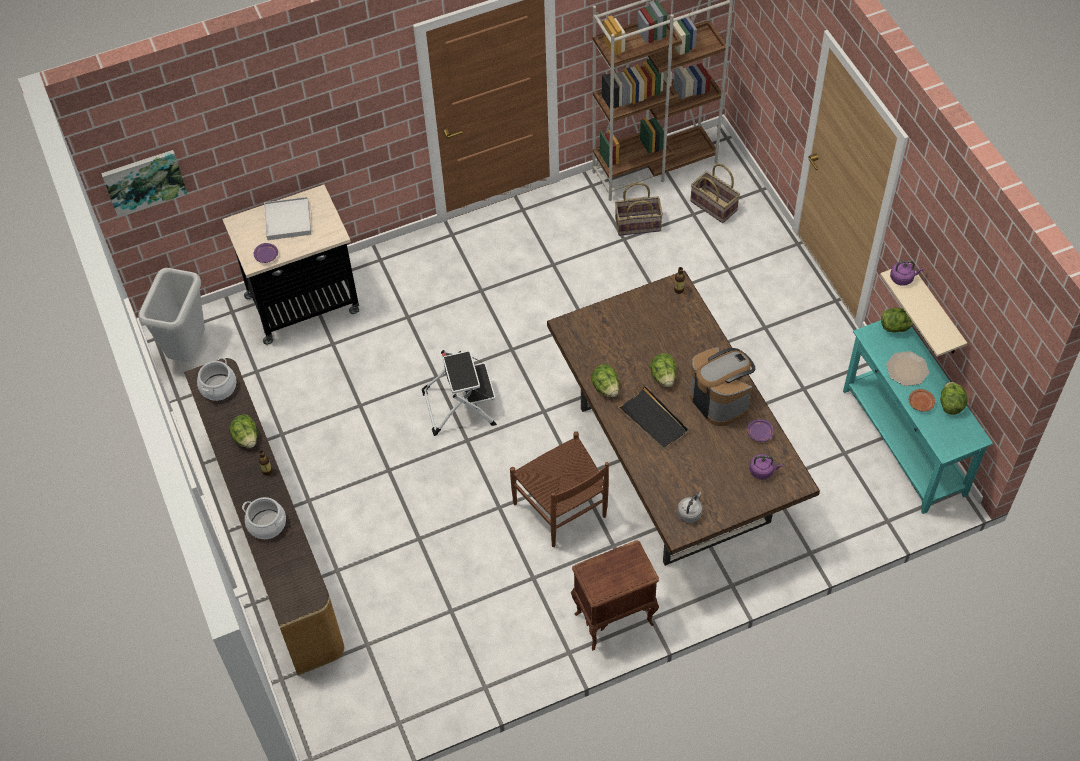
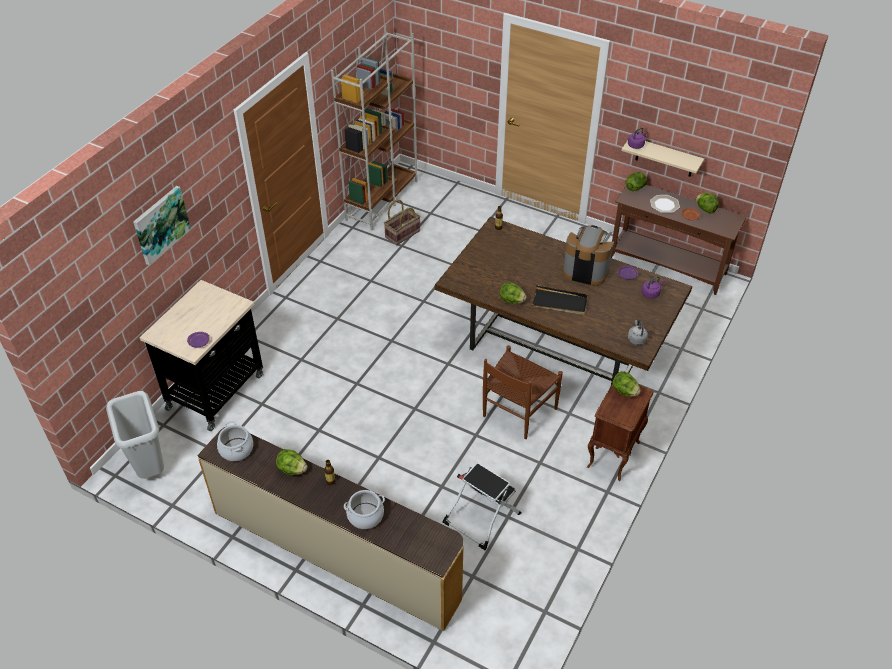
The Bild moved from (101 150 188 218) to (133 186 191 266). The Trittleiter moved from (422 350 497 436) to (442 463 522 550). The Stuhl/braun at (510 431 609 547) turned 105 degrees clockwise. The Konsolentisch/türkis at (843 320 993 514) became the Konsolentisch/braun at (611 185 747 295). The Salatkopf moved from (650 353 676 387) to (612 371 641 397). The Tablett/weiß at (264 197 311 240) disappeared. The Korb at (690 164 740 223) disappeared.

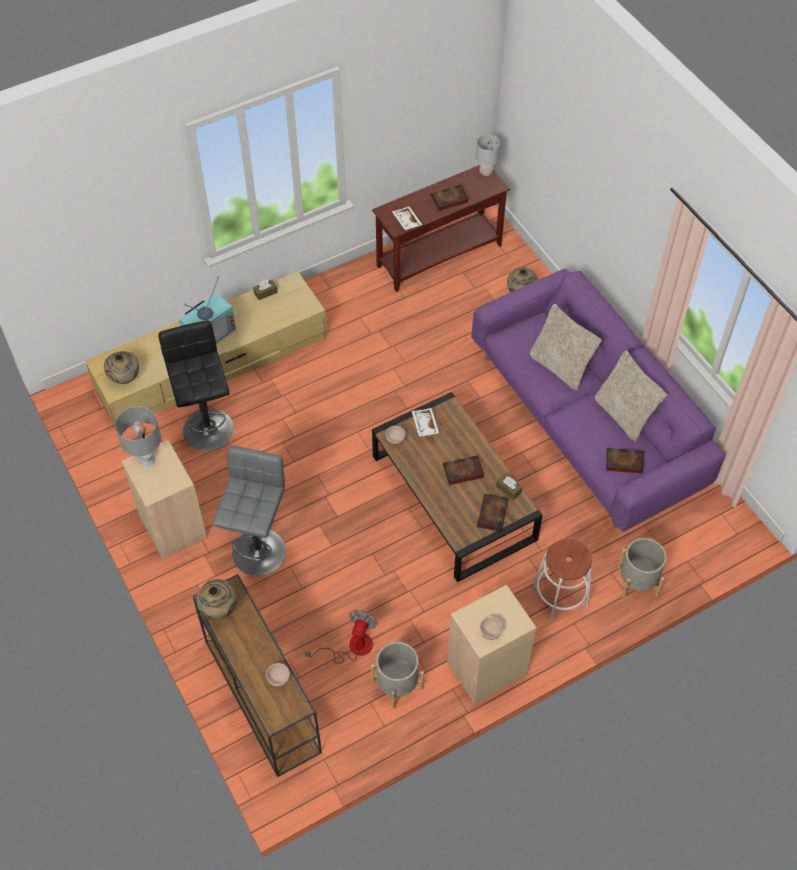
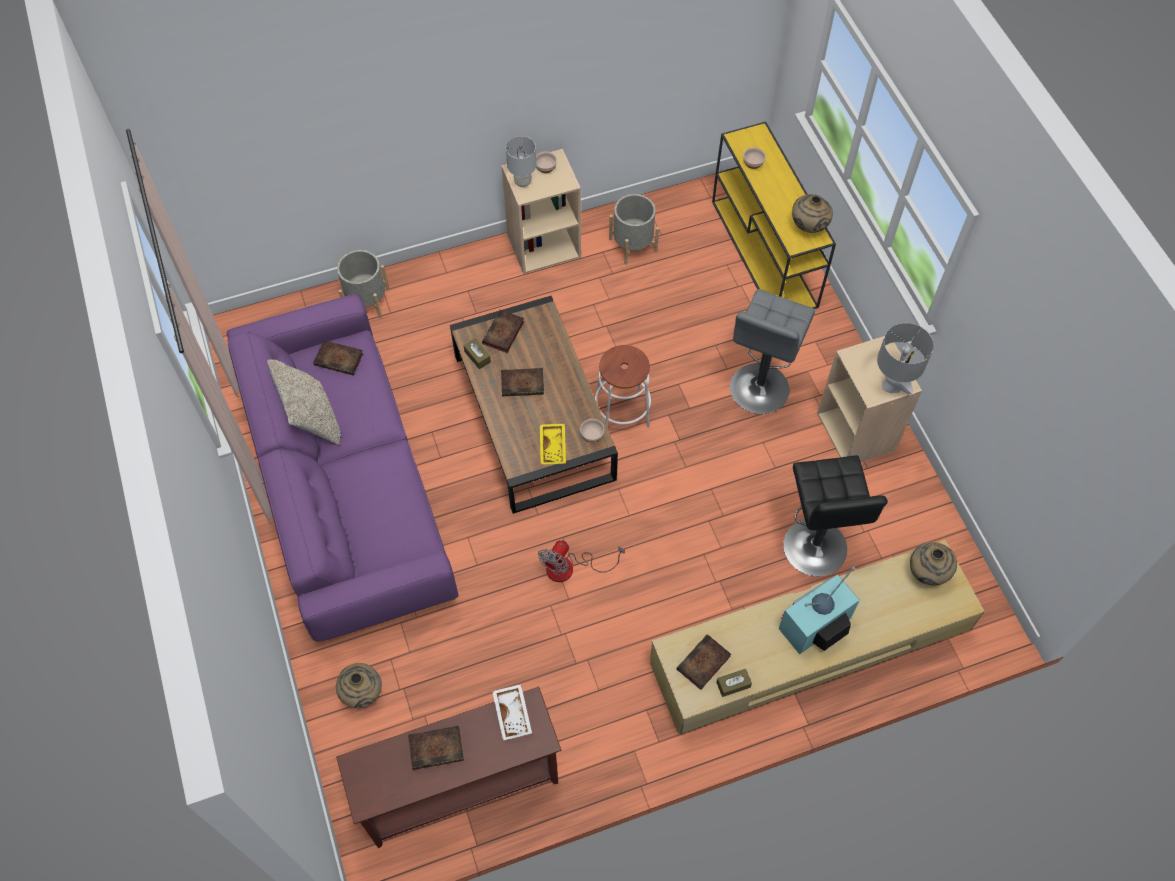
The Tischlampe/grau moved from (476 134 500 176) to (506 136 536 187). The Ventilator moved from (305 610 378 664) to (538 540 625 582). The Tablett/weiß at (412 408 439 437) became the Tablett/gelb at (540 424 566 464). The Hocker/weiß moved from (533 539 592 621) to (595 345 651 428). The Buch at (677 634 731 690) appeared. The Konsolentisch/braun at (193 574 322 777) became the Konsolentisch/gelb at (712 122 836 309). The Kissen/beige at (529 304 602 390) disappeared.

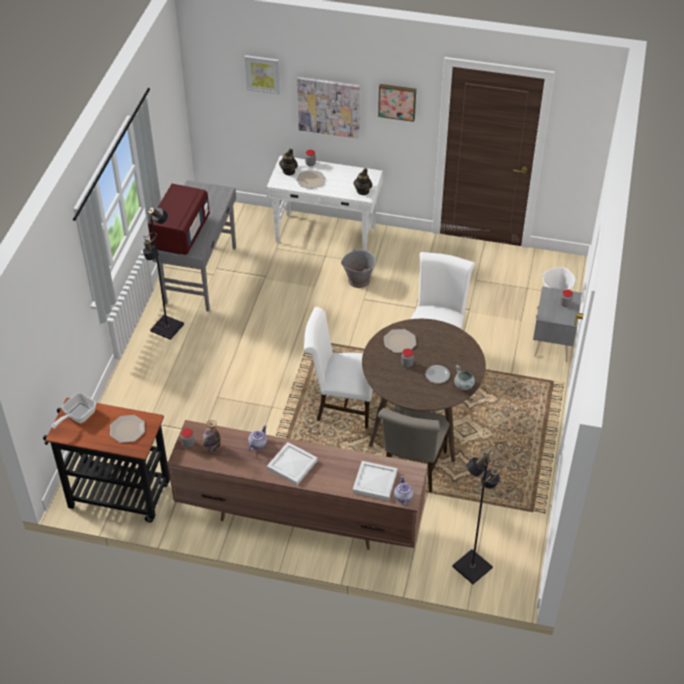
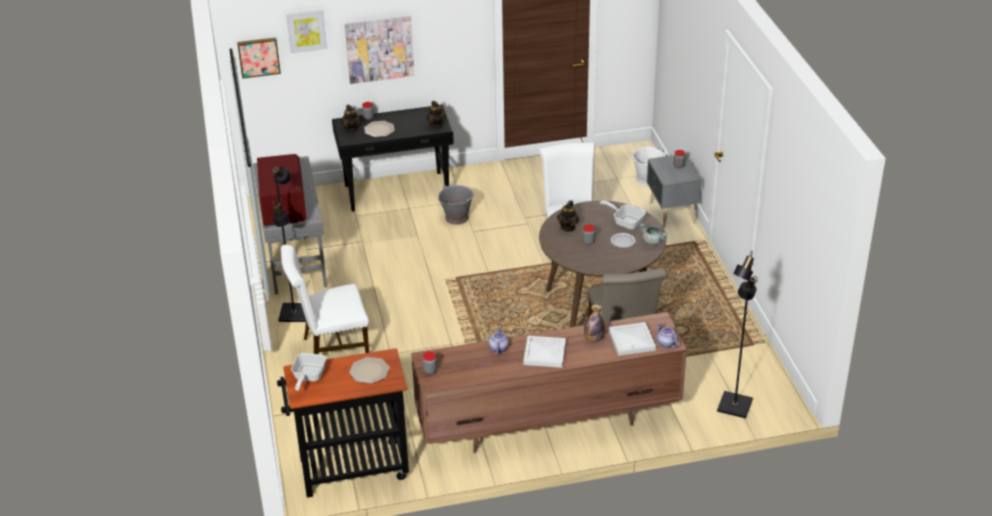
The Bild moved from (378 84 416 122) to (237 38 281 79). The Stuhl/weiß moved from (304 307 373 429) to (281 245 369 354). The Konsolentisch/weiß at (266 156 383 251) became the Konsolentisch/schwarz at (332 105 454 212). The Teller at (384 329 416 353) was replaced by the Teekanne at (557 200 579 232). The Flasche moved from (202 420 221 452) to (584 305 605 342). The Pfanne at (600 201 646 230) appeared.

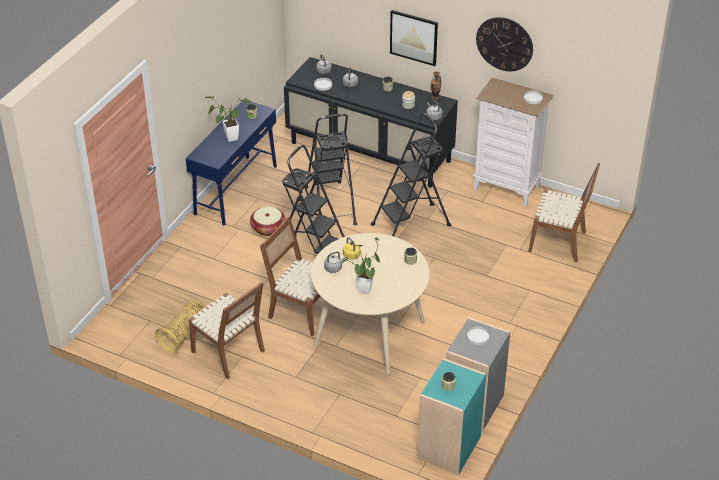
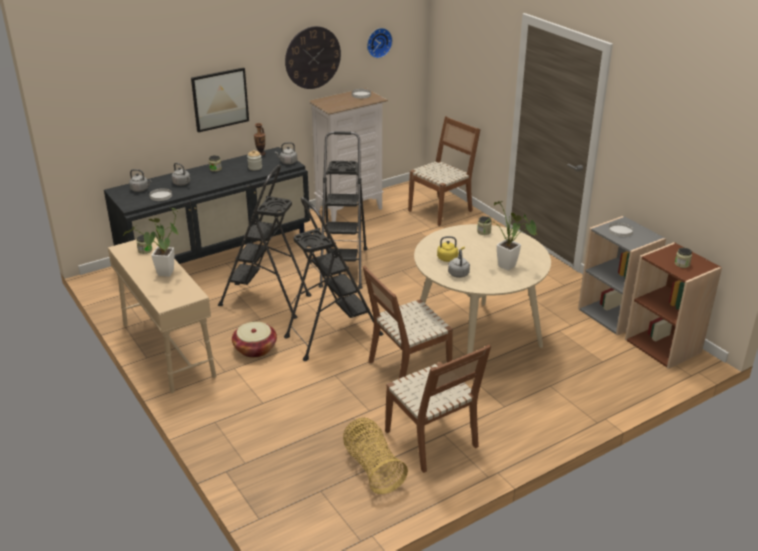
The Konsolentisch/blau at (186 99 277 225) became the Konsolentisch/beige at (108 237 216 393). The Wanduhr at (367 28 393 58) appeared. The Stuhl at (189 281 265 379) turned 75 degrees clockwise. The Bücherregal/türkis at (417 358 486 475) became the Bücherregal/braun at (625 242 722 369).

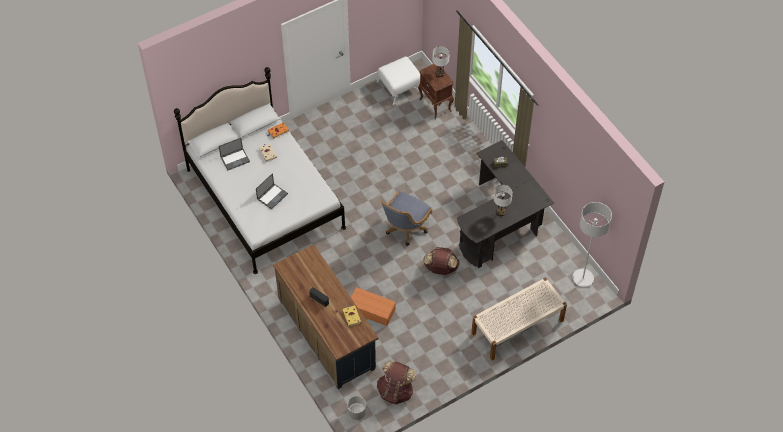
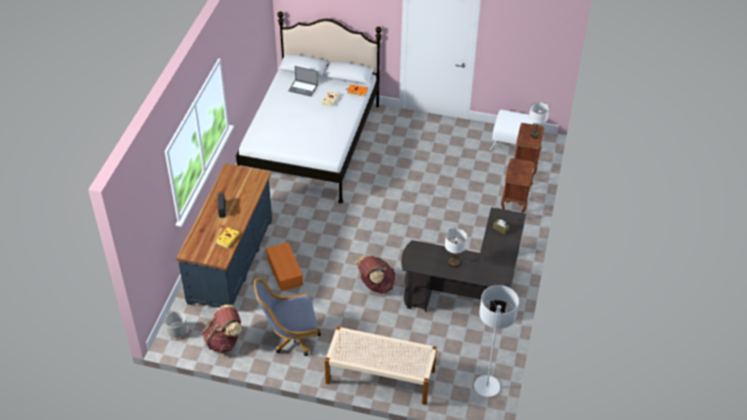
The Bürostuhl/blau moved from (382 192 432 246) to (254 279 321 356). The Nachttisch/braun at (501 158 534 213) appeared. The Laptop at (256 173 288 210) disappeared.

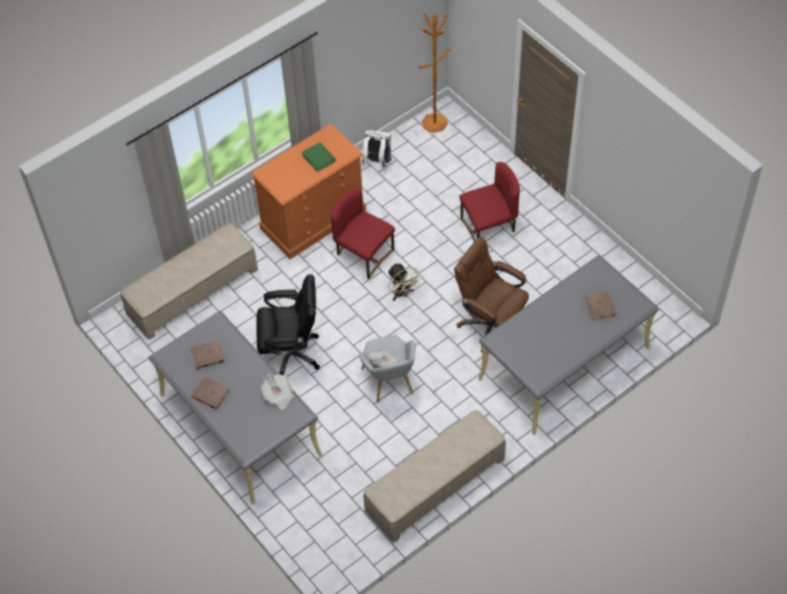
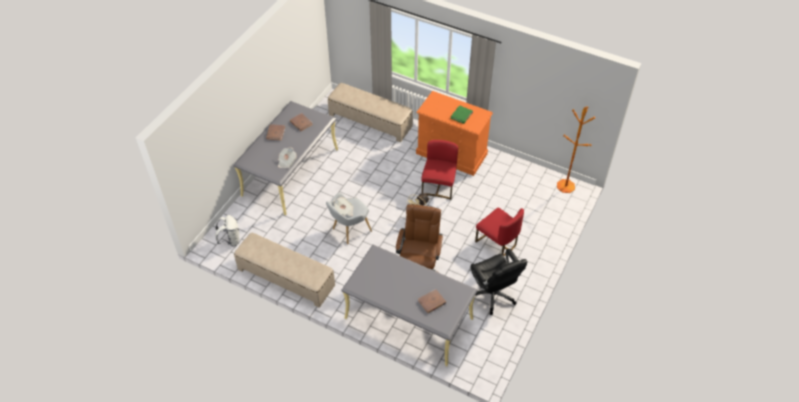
The Rucksack/weiß moved from (361 130 392 169) to (215 215 239 247). The Bürostuhl/schwarz moved from (256 274 320 375) to (470 249 527 315).

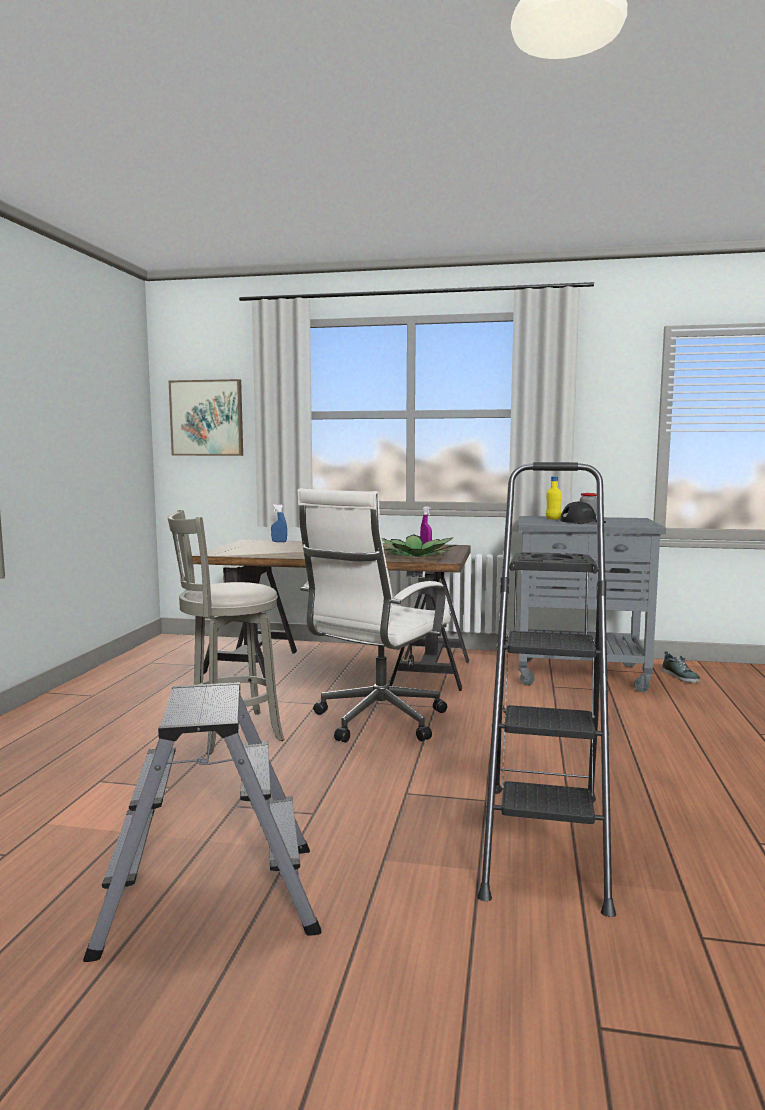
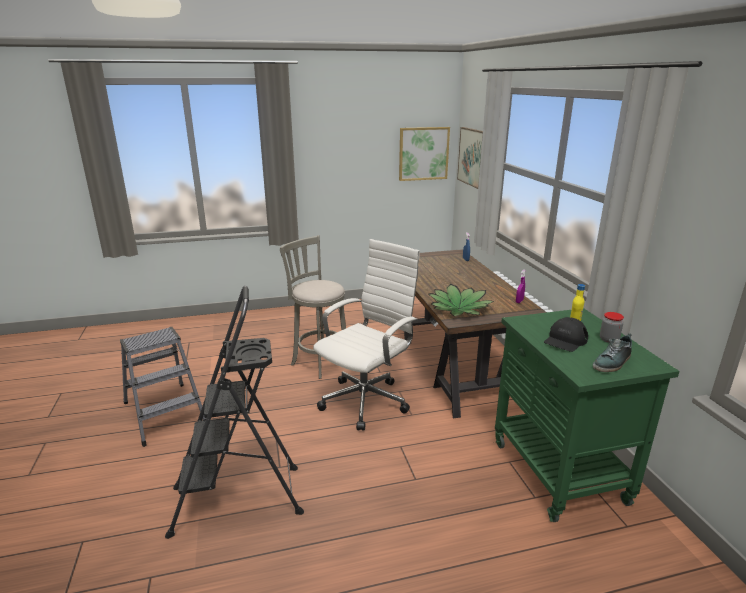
The Bürostuhl/weiß at (297 488 451 742) turned 120 degrees clockwise. The Bild at (399 127 450 181) appeared. The Rollwagen/grau at (518 516 666 692) became the Rollwagen/grün at (495 308 680 522). The Schuh moved from (662 651 700 683) to (593 333 632 372).

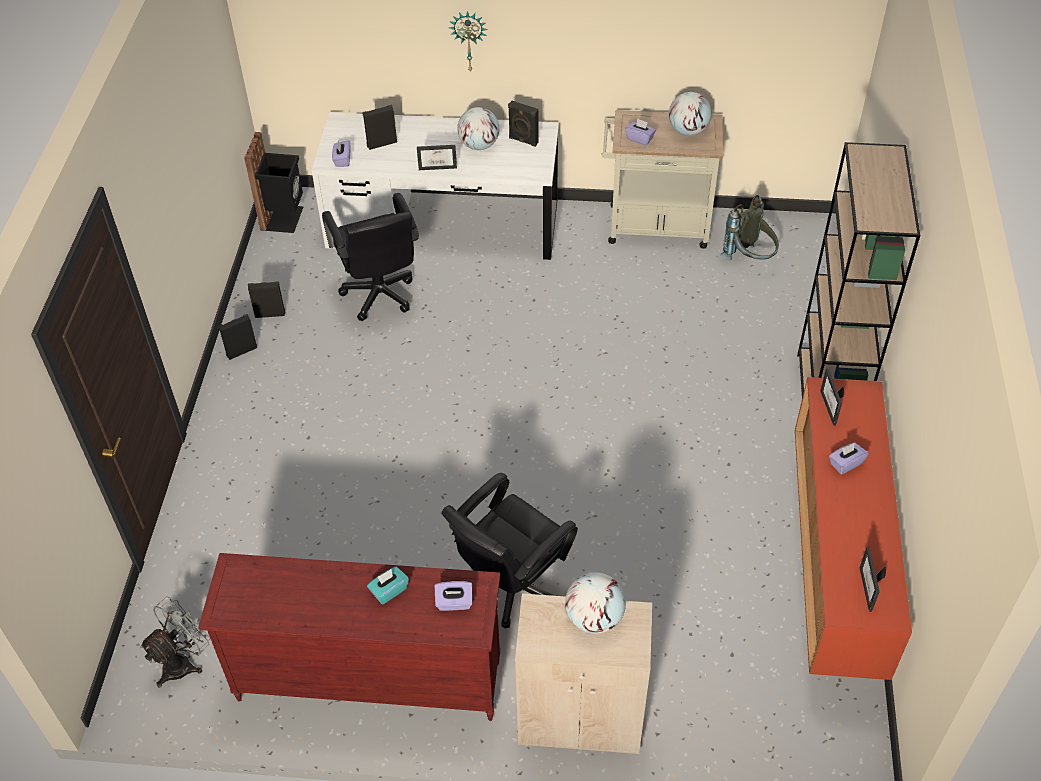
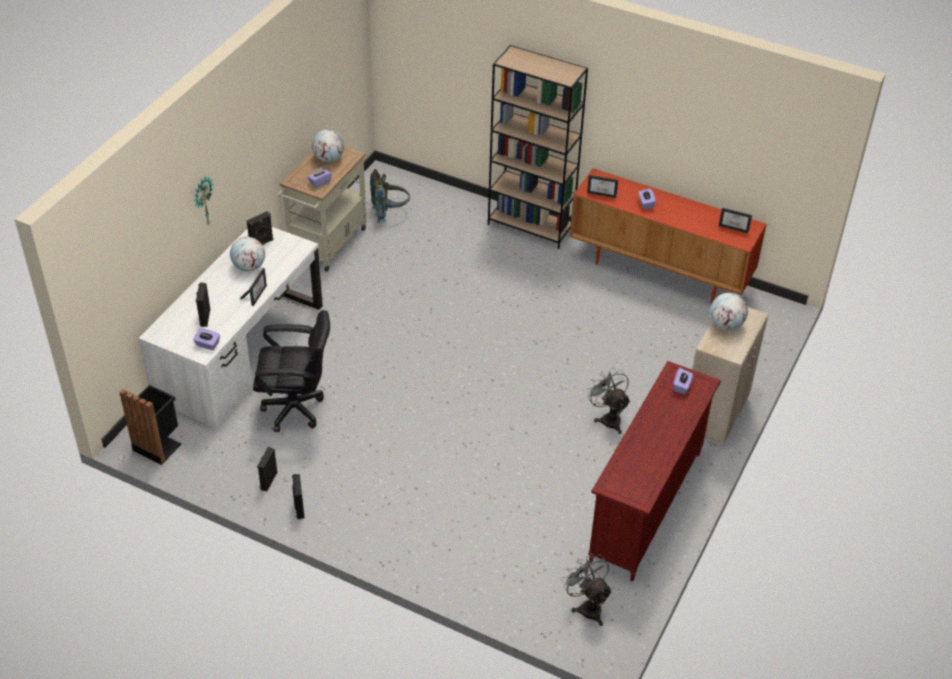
The Bürostuhl/schwarz at (442 473 578 628) was replaced by the Ventilator/grau at (586 369 630 434). The Taschentuchbox/türkis at (367 566 409 604) disappeared.

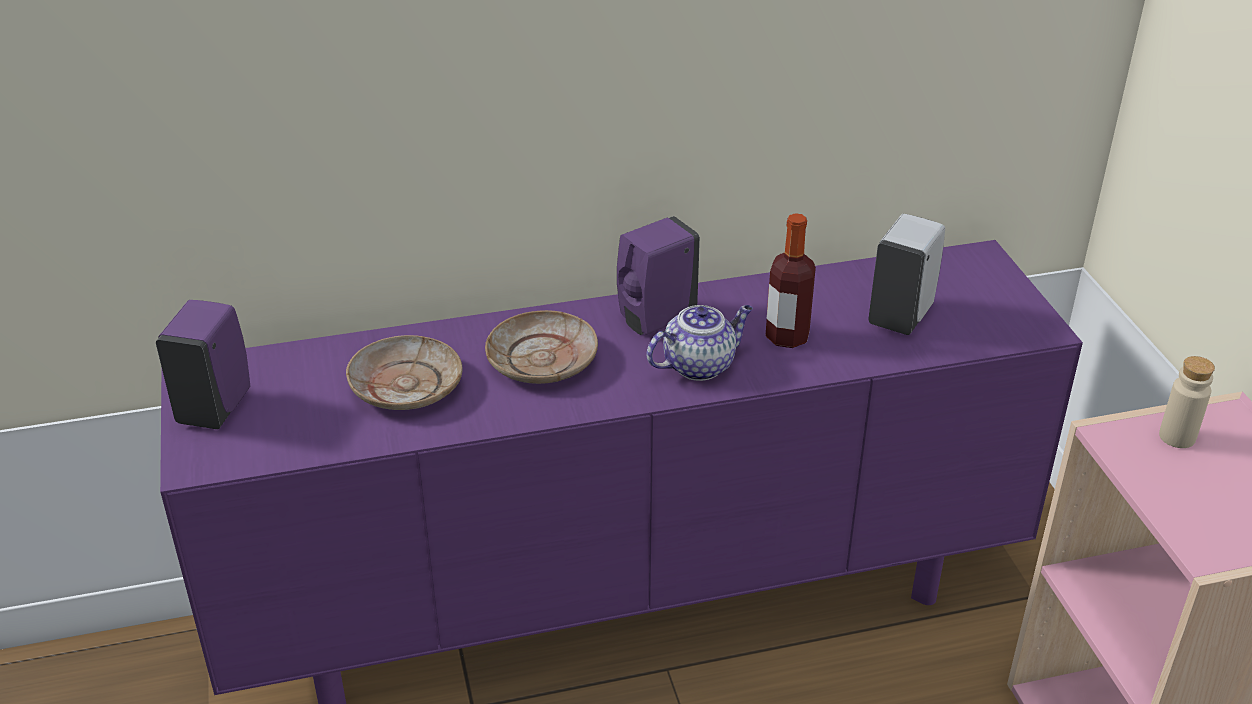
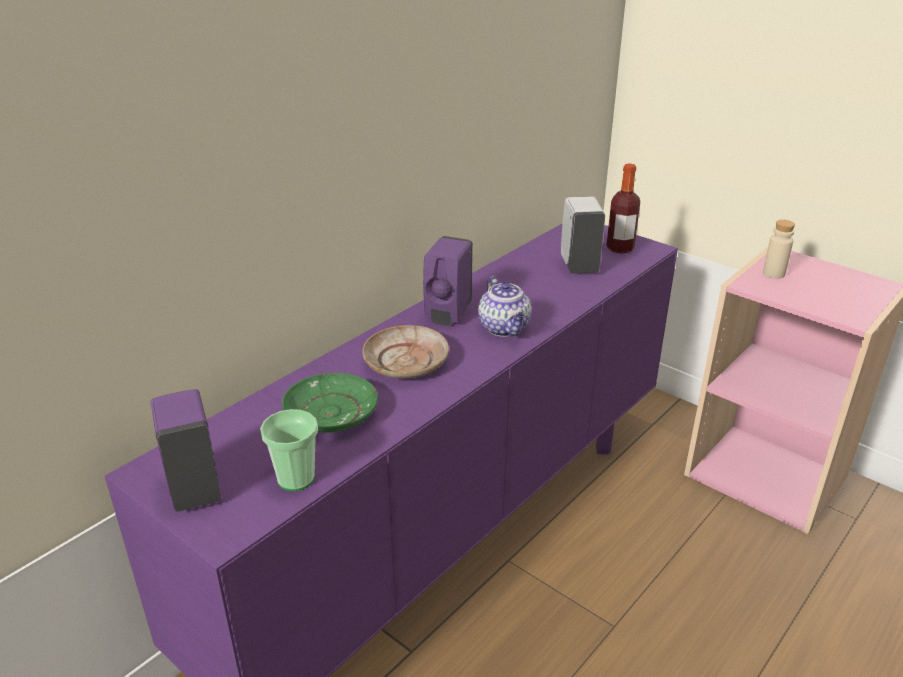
The Tasse at (260 409 318 491) appeared. The Teller/beige at (346 335 462 410) became the Teller/grün at (282 373 378 433). The Teekanne at (646 305 753 381) turned 135 degrees clockwise. The Flasche moved from (765 213 816 348) to (606 163 640 254).

